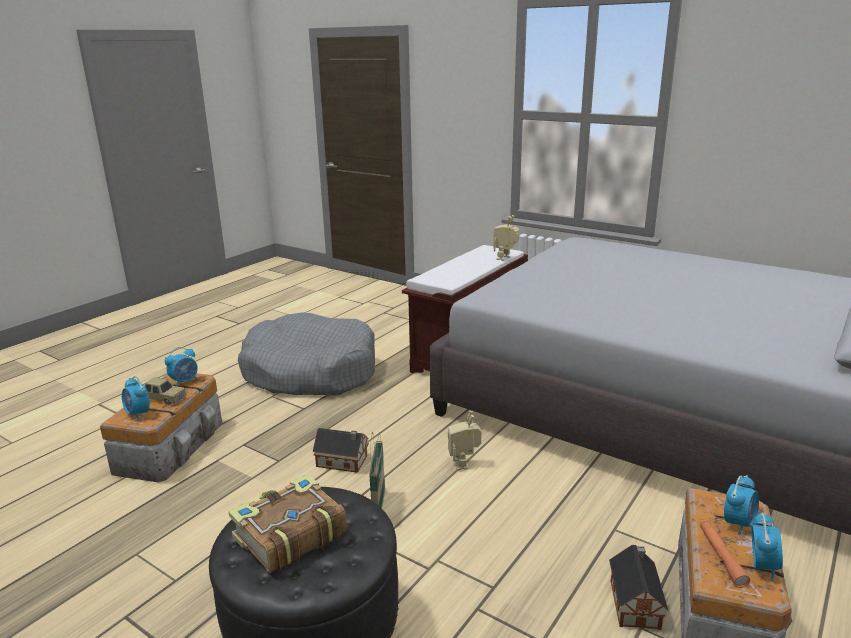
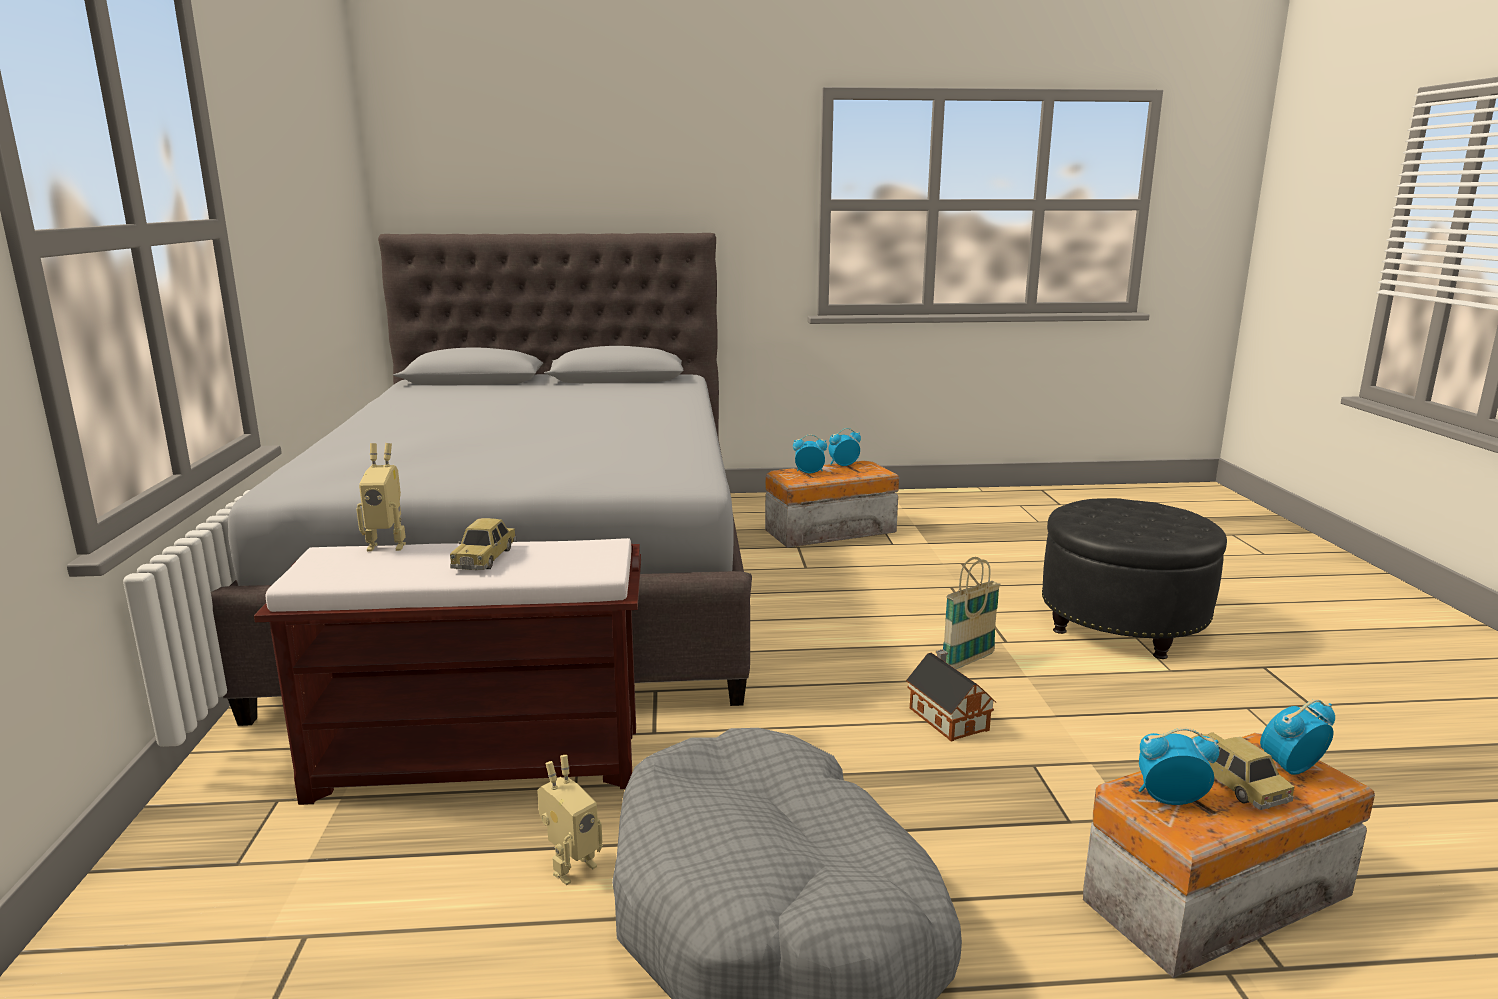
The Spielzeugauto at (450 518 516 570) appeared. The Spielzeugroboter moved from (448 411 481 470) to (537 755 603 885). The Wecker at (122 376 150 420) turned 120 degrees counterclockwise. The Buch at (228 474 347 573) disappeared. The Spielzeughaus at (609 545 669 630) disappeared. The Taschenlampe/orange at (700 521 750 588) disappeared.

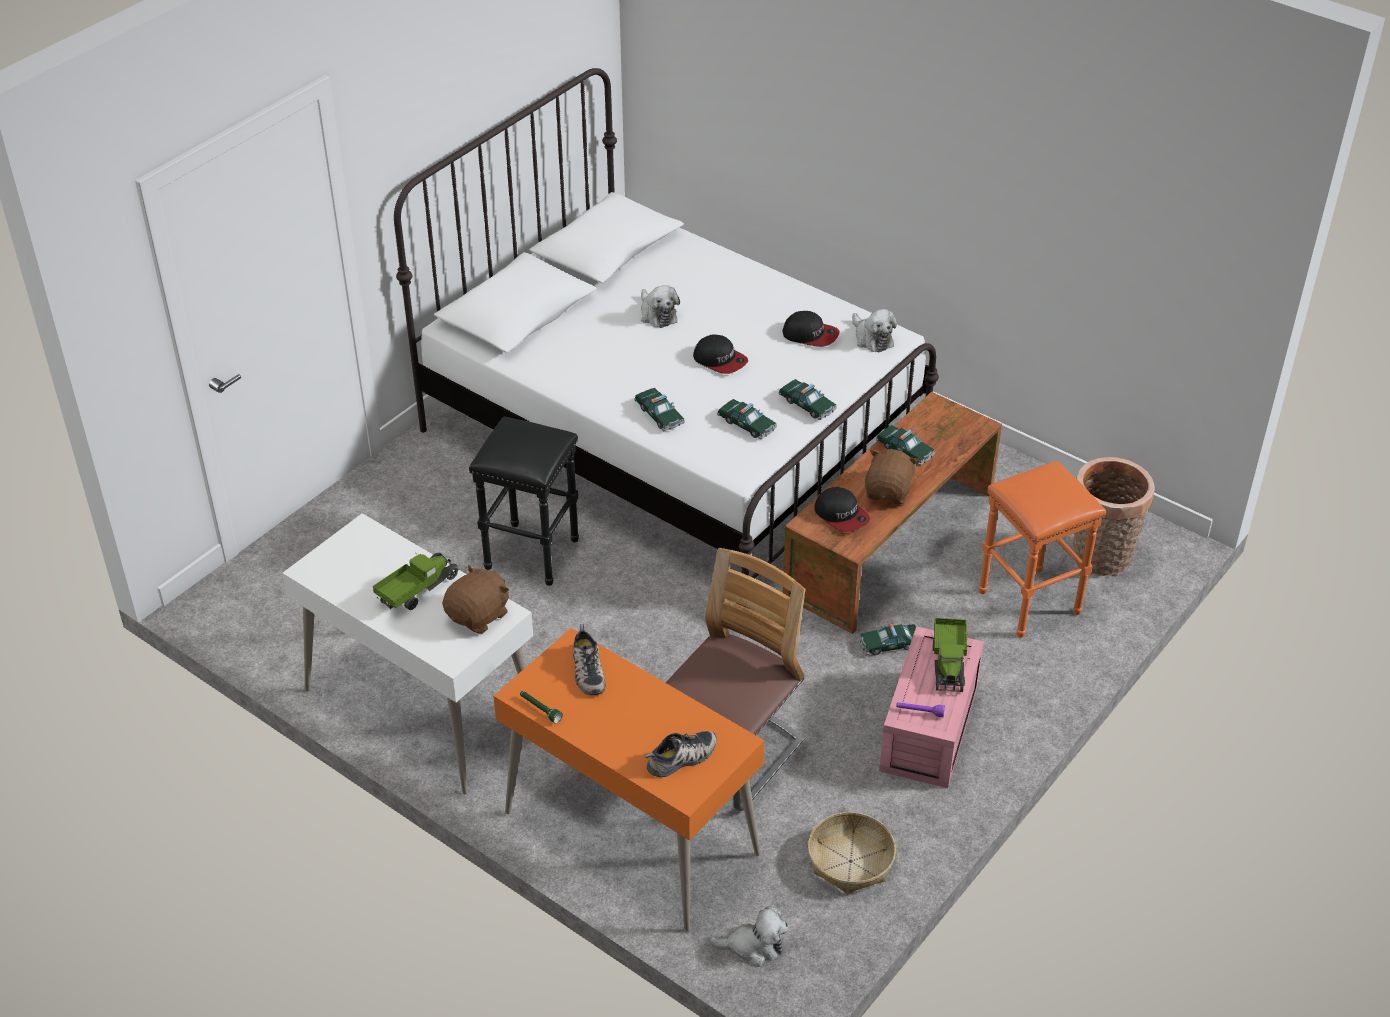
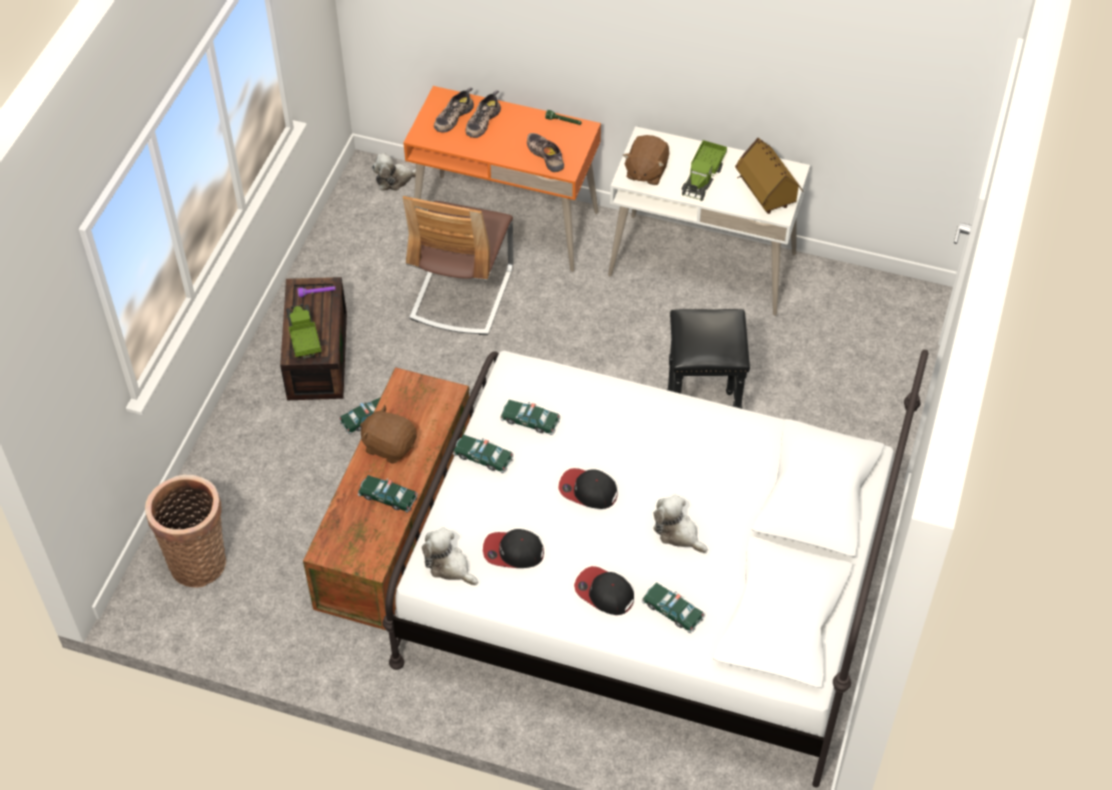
The Aufbewahrungsbox/rosa at (879 626 984 788) became the Aufbewahrungsbox/braun at (280 277 347 400). The Plüschtier/braun at (865 449 919 504) turned 120 degrees clockwise. The Schuh at (465 90 501 138) appeared. The Kappe moved from (815 487 870 532) to (574 566 634 615). The Spielzeugauto moved from (634 388 685 431) to (642 582 705 633). The Spielzeughaus at (735 138 803 214) appeared. The Korb at (808 812 896 894) disappeared. The Hocker/orange at (979 461 1106 637) disappeared.

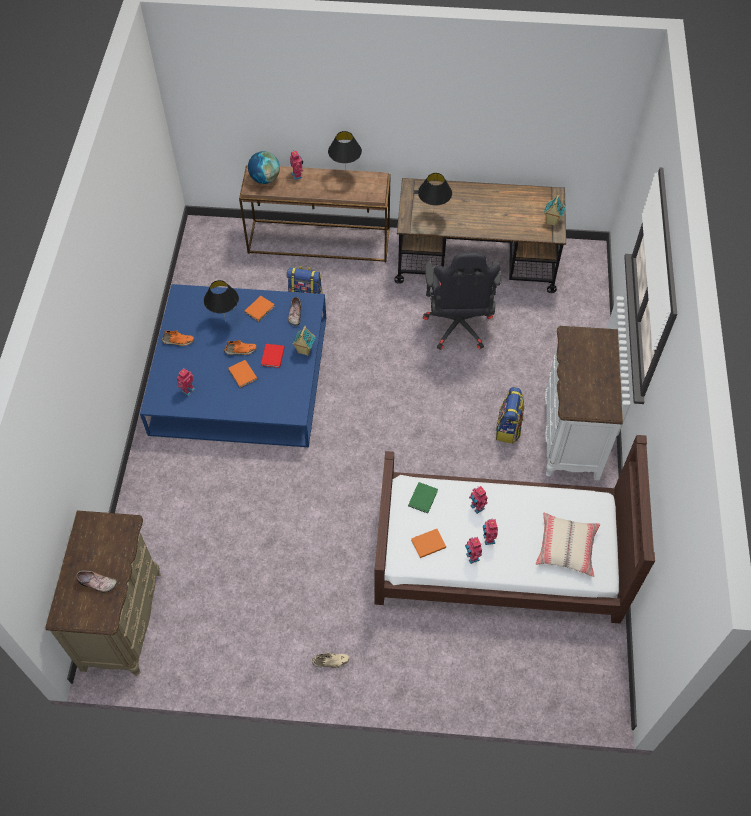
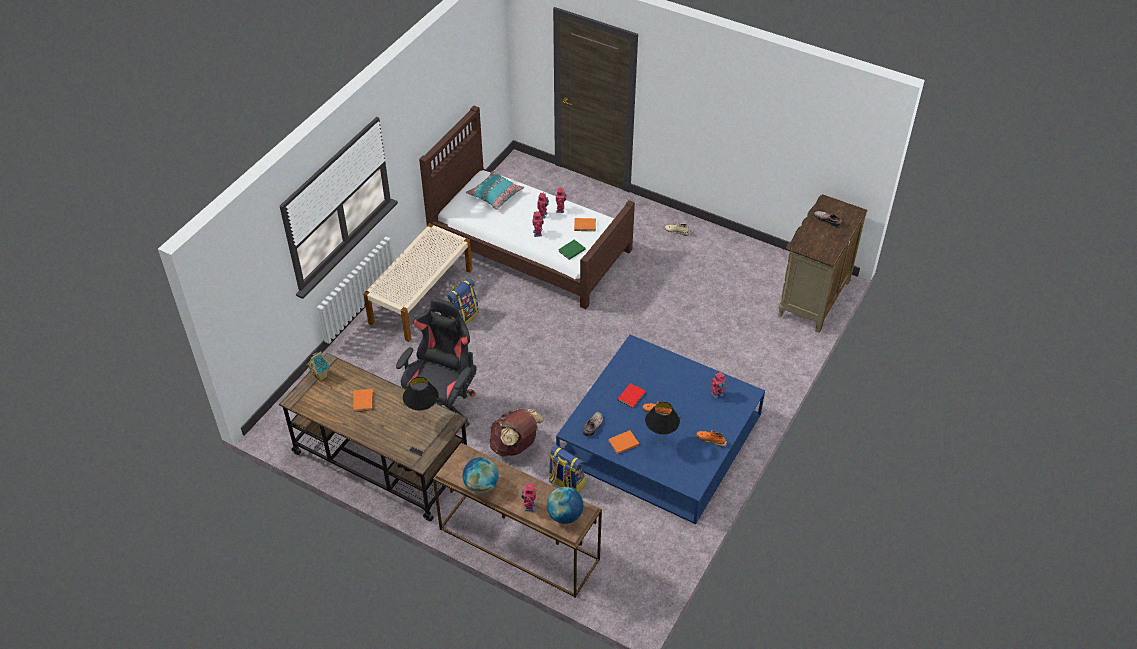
The Buch/orange moved from (228 360 257 388) to (353 389 373 412). The Kommode/weiß at (545 326 623 481) was replaced by the Bank/beige at (363 224 472 342). The Tischlampe/schwarz at (328 131 362 175) was replaced by the Globus at (463 457 499 494). The Kissen/beige at (536 513 600 577) became the Kissen/türkis at (466 171 524 210). The Rucksack/braun at (490 408 544 457) appeared. The Spielzeughaus at (292 326 315 356) disappeared.

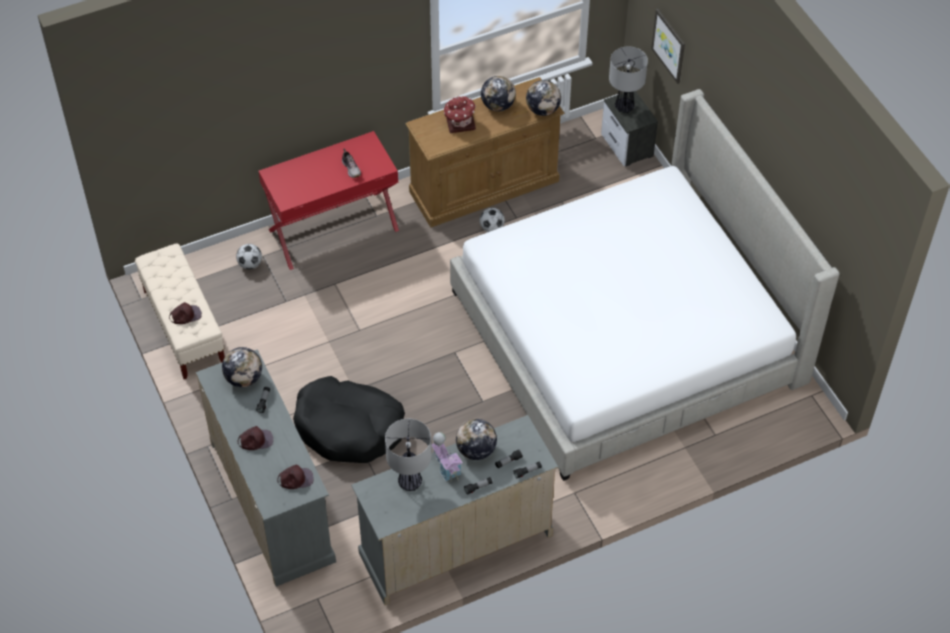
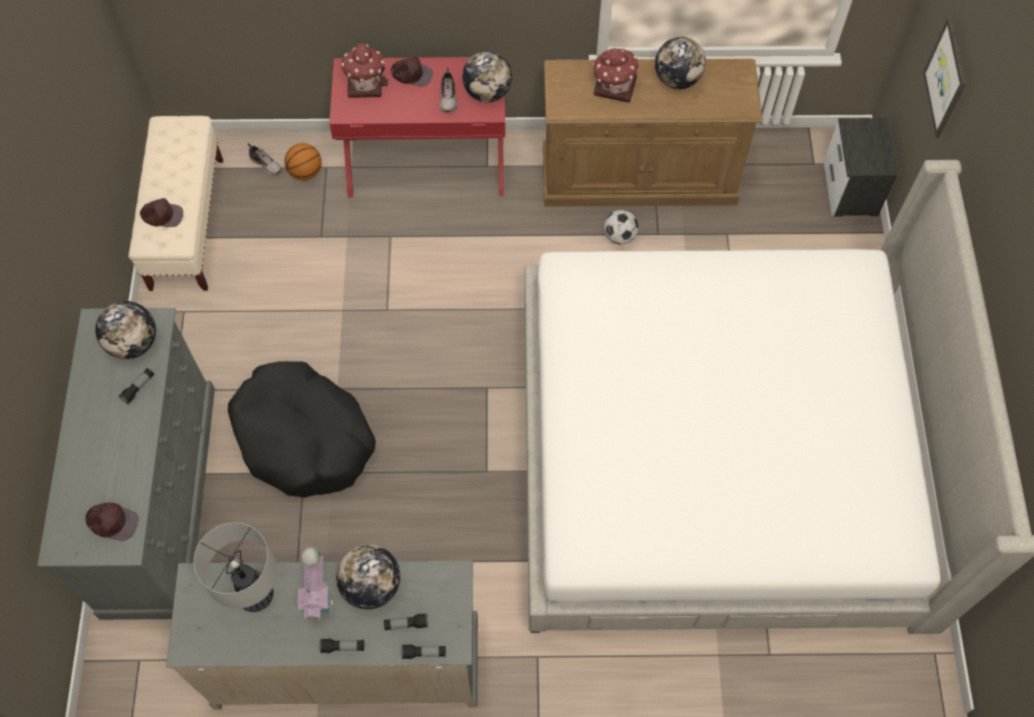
The Schuh at (248 143 282 176) appeared. The Fußball at (236 244 262 269) was replaced by the Basketball at (284 143 322 180). The Spielzeughaus at (341 43 388 98) appeared. The Kappe/braun moved from (238 426 273 450) to (391 57 433 86). The Globus moved from (526 80 561 116) to (462 51 512 102). The Tischlampe at (609 47 648 113) disappeared.

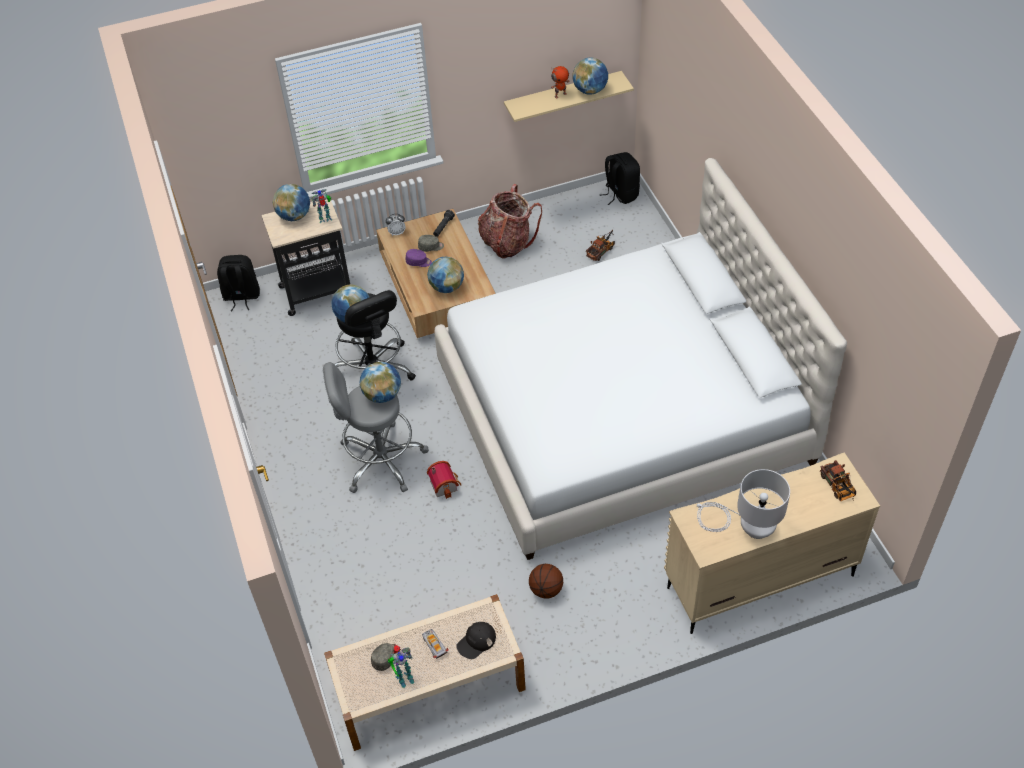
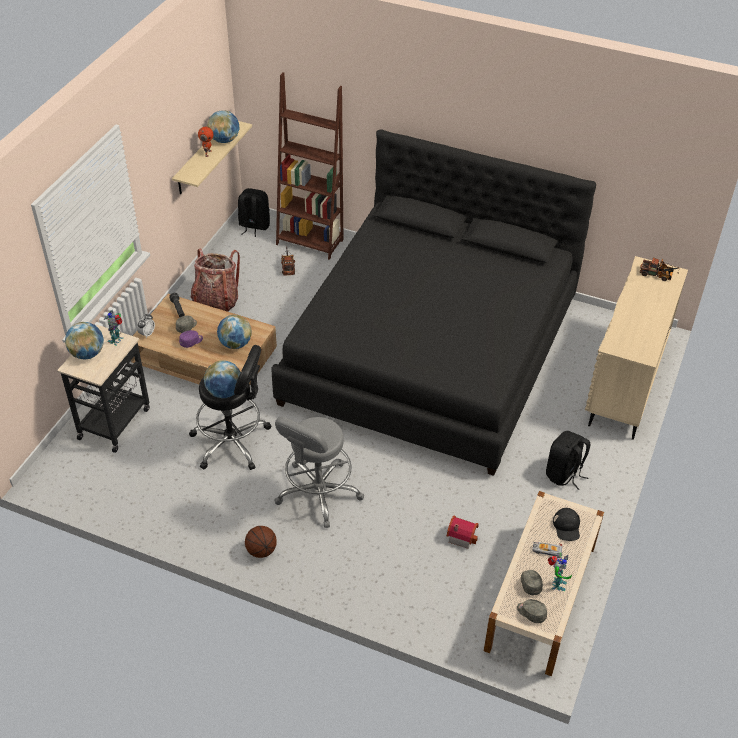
The Basketball moved from (529 564 563 599) to (245 526 277 558). The Bett/weiß at (435 158 847 560) became the Bett/schwarz at (271 130 596 476). The Bücherregal/braun at (276 72 343 260) appeared. The Spielzeughaus moved from (427 461 462 499) to (447 516 479 549). The Kappe/grau at (517 599 547 623) appeared. The Rucksack/schwarz moved from (217 255 260 311) to (546 431 590 490). The Globus at (360 362 401 403) disappeared. The Tischlampe/grau at (697 469 790 539) disappeared.

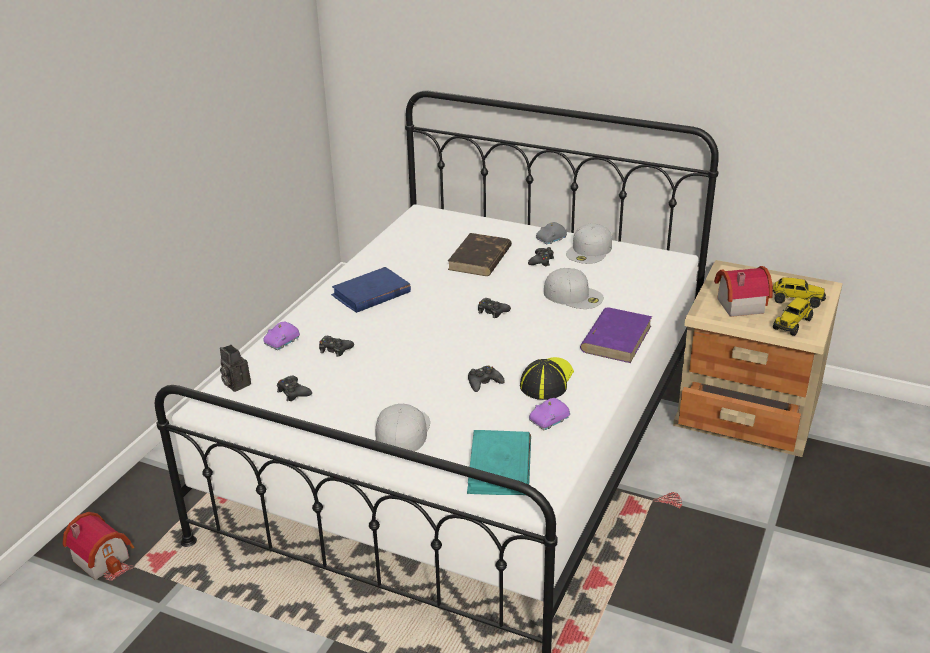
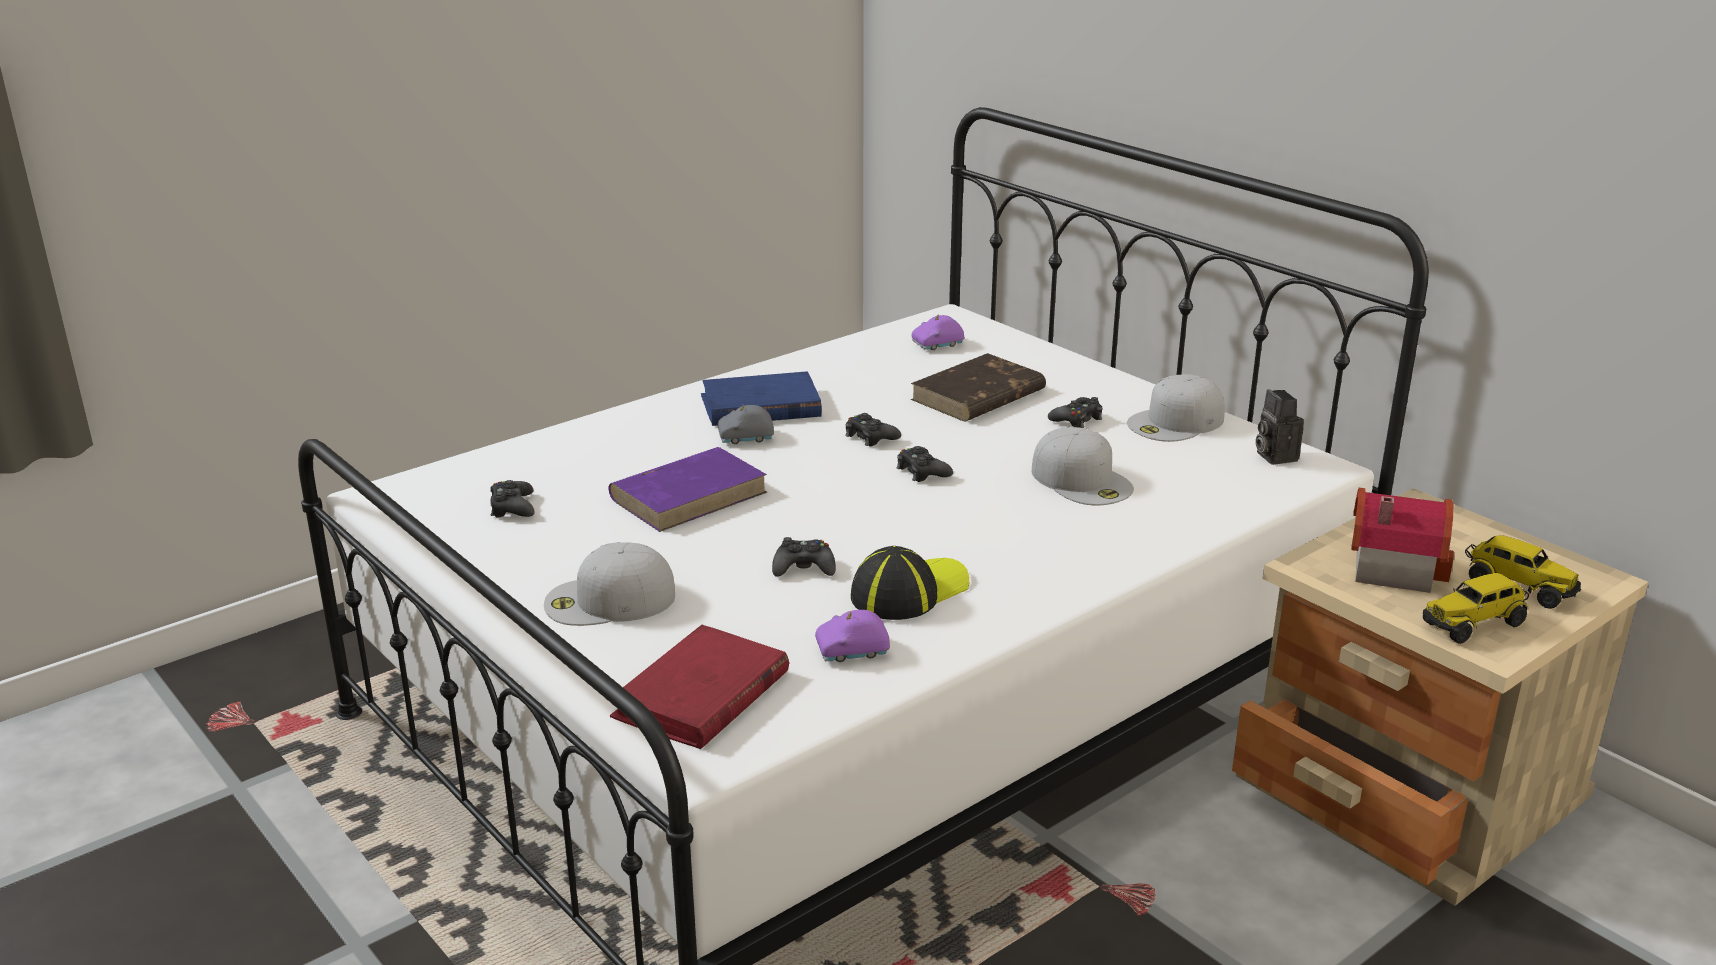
The Kappe/weiß at (376 404 430 452) turned 135 degrees counterclockwise. The Buch/lila moved from (580 307 652 363) to (609 447 767 532). The Buch/türkis at (467 430 531 495) became the Buch/rot at (610 625 789 749). The Spielzeugauto/grau moved from (536 222 567 244) to (718 405 774 444). The Gamepad/schwarz moved from (319 336 354 357) to (846 413 901 447). The Spielzeugauto/lila moved from (263 322 300 350) to (911 314 965 350). The Kamera moved from (220 345 251 392) to (1255 389 1304 465). The Spielzeughaus at (63 512 134 580) disappeared.

